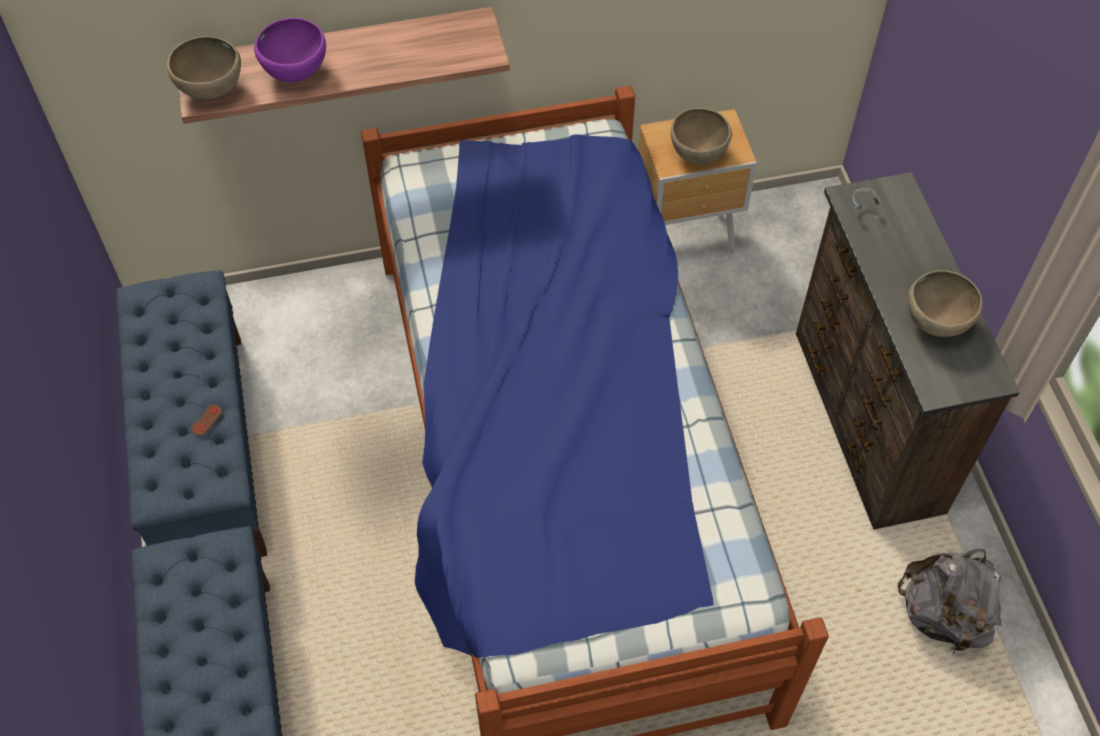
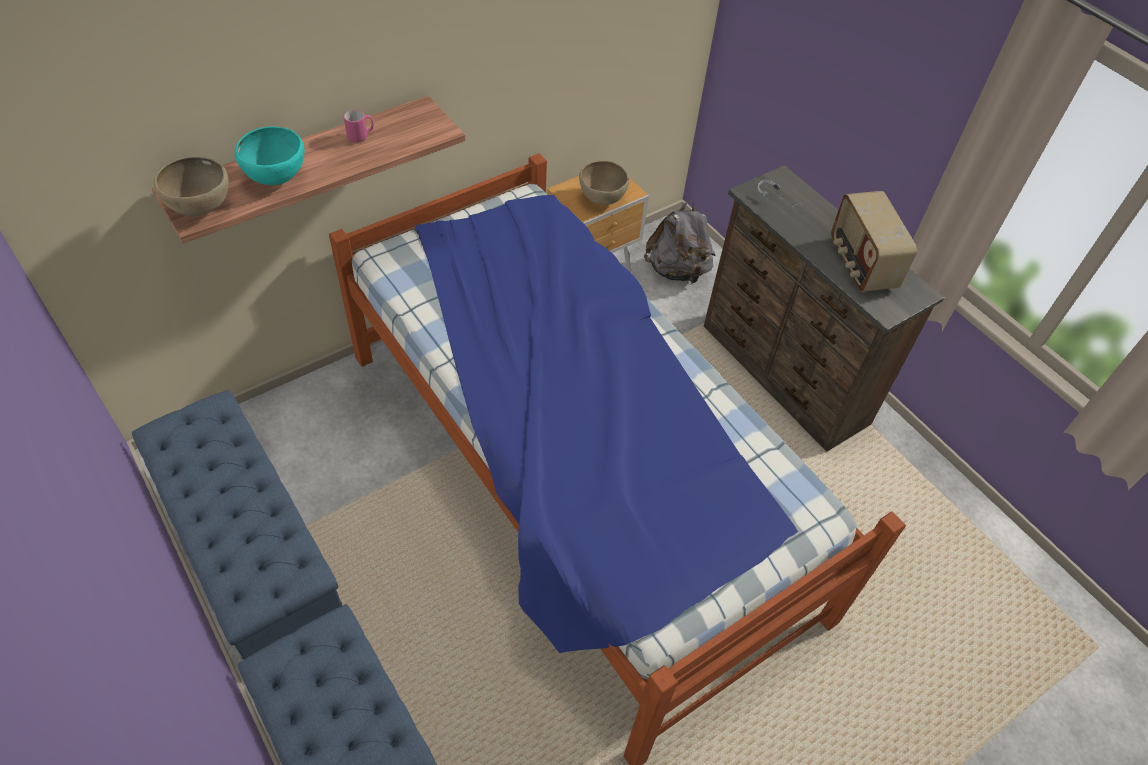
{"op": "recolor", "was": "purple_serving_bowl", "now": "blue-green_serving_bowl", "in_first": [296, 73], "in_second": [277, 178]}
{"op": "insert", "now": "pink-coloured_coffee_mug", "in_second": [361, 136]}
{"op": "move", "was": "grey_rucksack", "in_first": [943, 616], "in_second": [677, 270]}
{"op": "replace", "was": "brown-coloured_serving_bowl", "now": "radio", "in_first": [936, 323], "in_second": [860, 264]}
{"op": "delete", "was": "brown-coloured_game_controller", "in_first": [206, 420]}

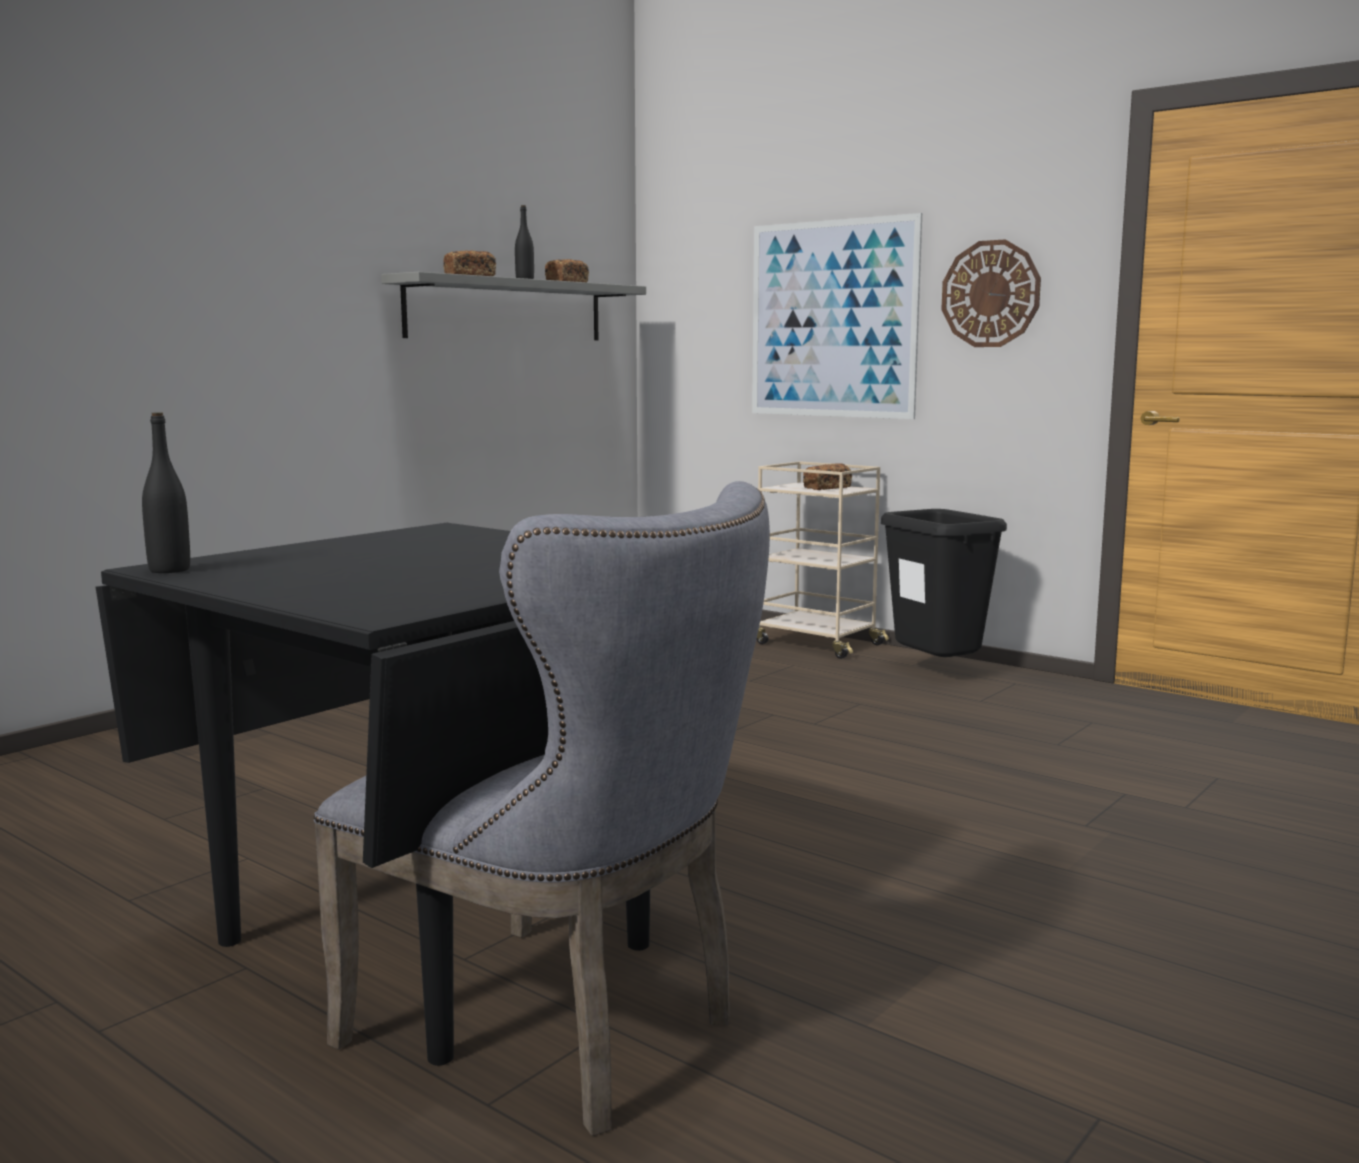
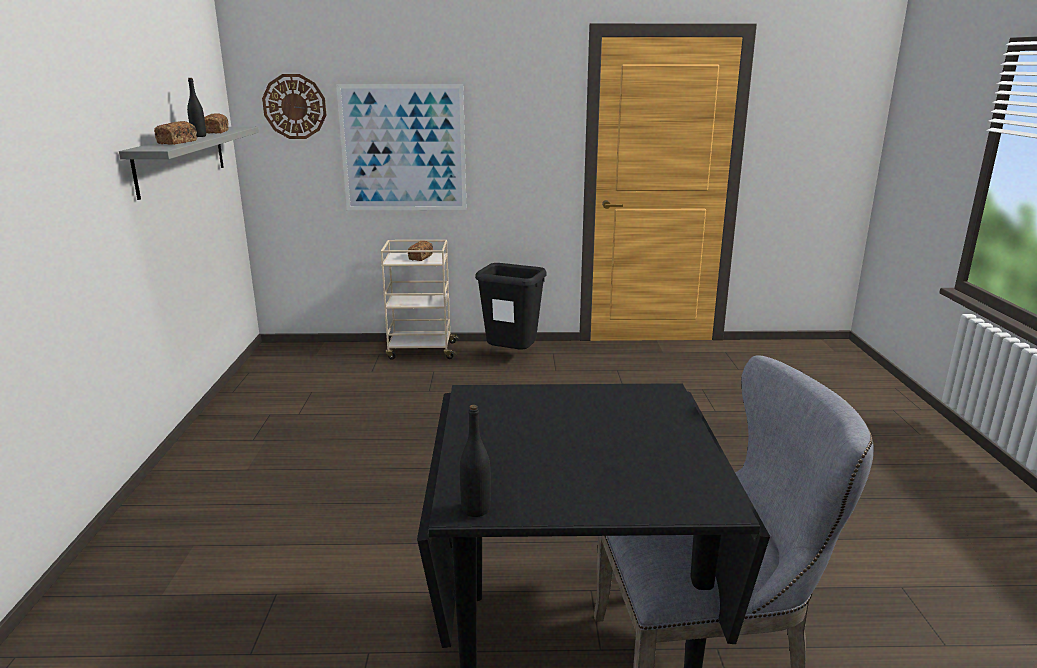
{"op": "move", "was": "hanging_clock", "in_first": [990, 294], "in_second": [294, 106]}

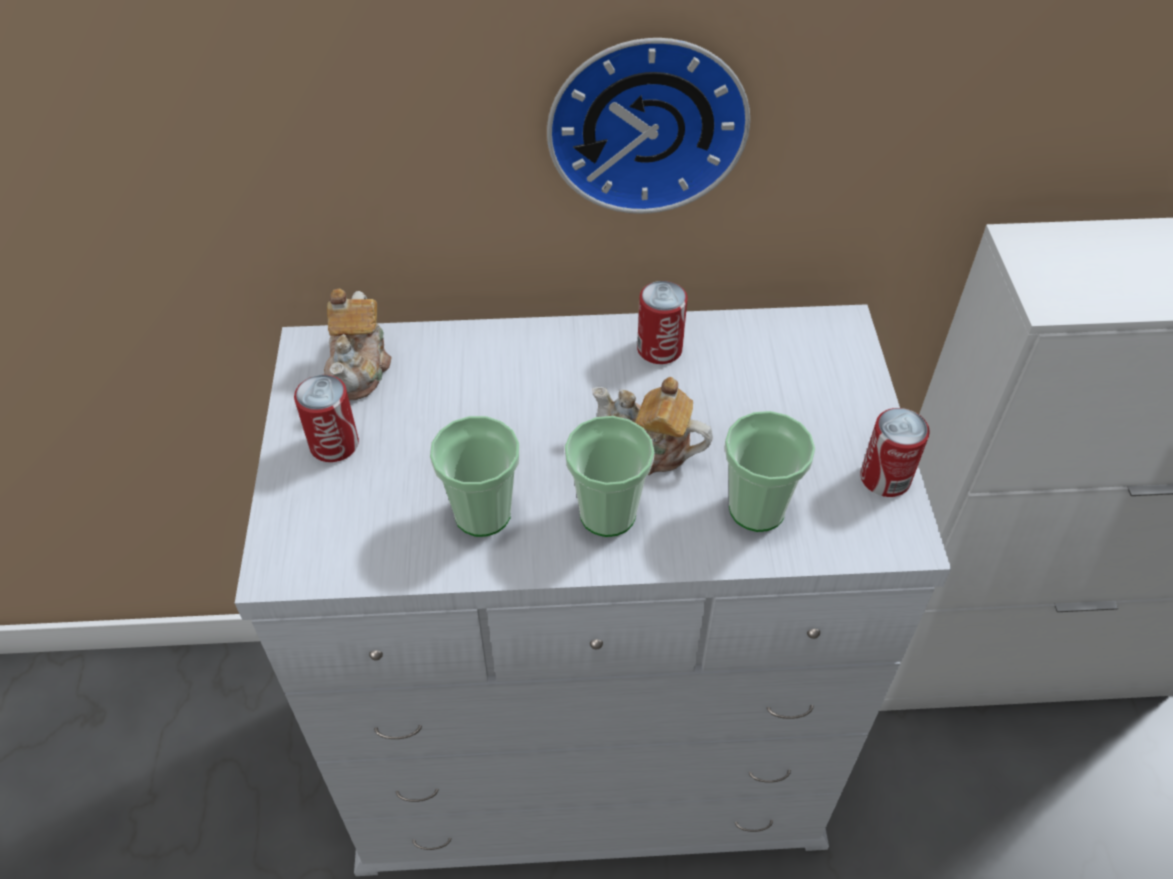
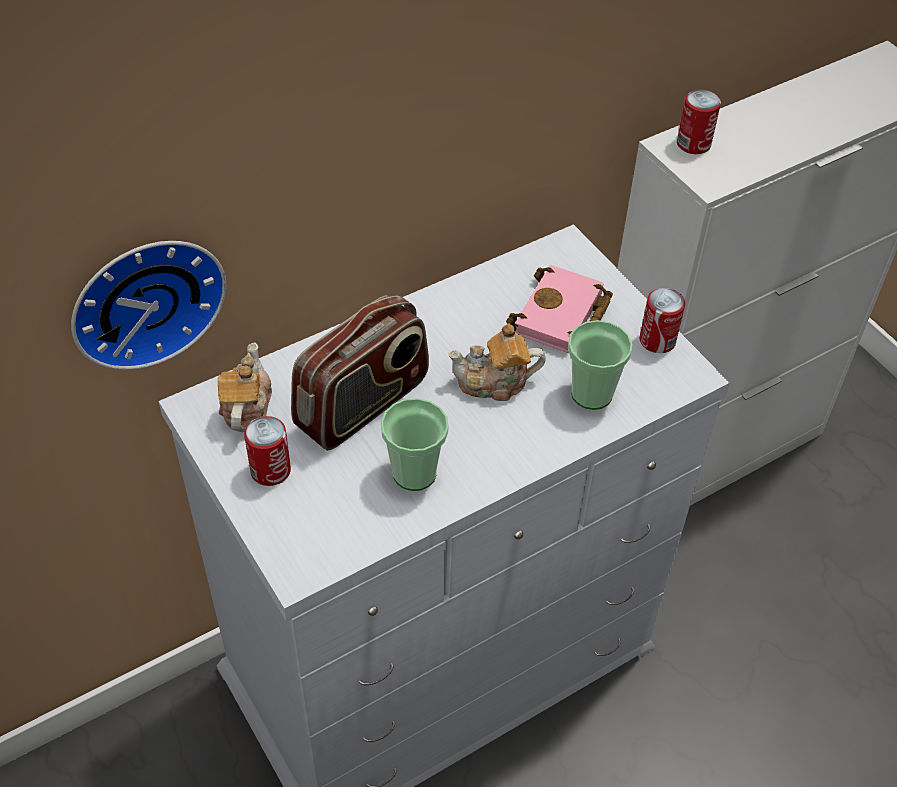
{"op": "move", "was": "hanging_clock", "in_first": [646, 121], "in_second": [145, 298]}
{"op": "rotate", "was": "teapot", "in_first": [360, 367], "in_second": [246, 407], "clockwise": -150}
{"op": "insert", "now": "radio", "in_second": [363, 404]}
{"op": "insert", "now": "pink-coloured_book", "in_second": [561, 318]}
{"op": "move", "was": "metal_can", "in_first": [659, 349], "in_second": [693, 144]}
{"op": "delete", "was": "small_cup", "in_first": [607, 514]}

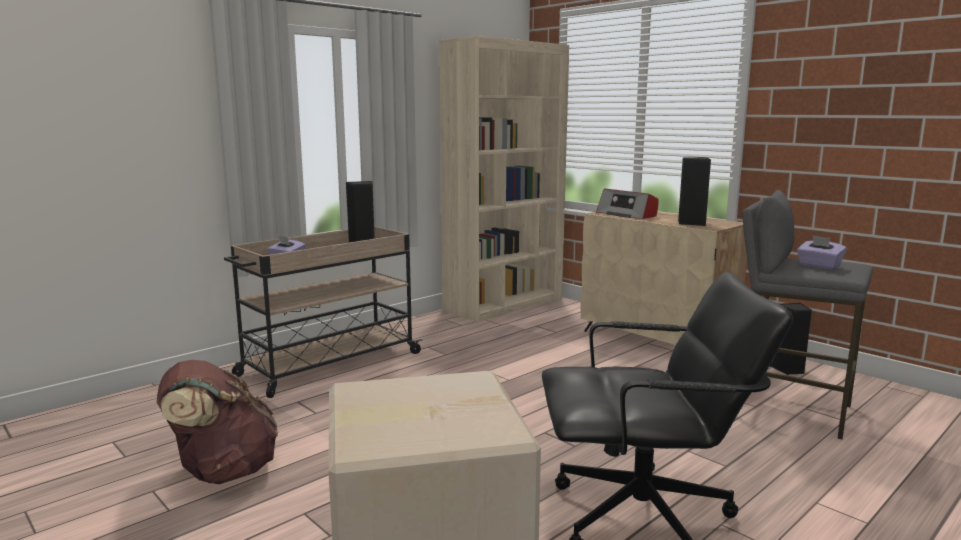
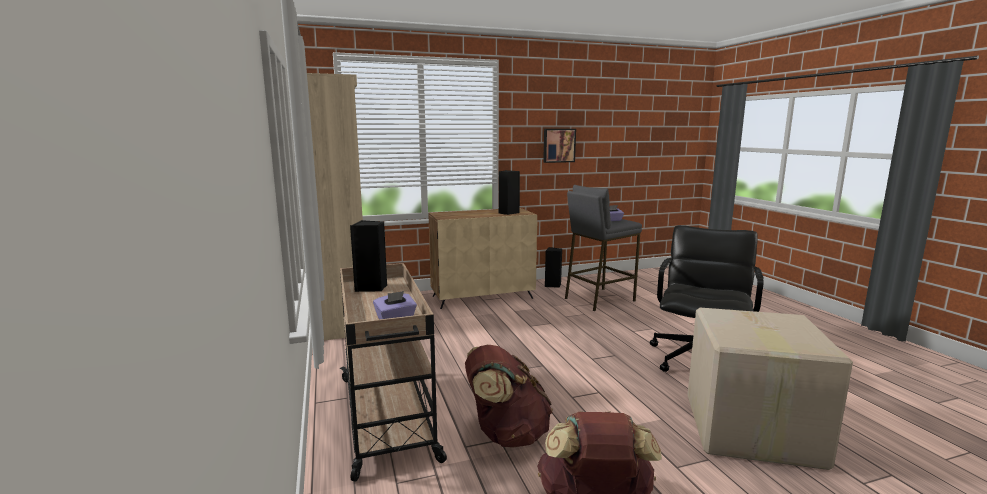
{"op": "insert", "now": "brown-coloured_rucksack", "in_second": [506, 434]}
{"op": "insert", "now": "picture", "in_second": [558, 145]}
{"op": "delete", "was": "radio", "in_first": [627, 214]}

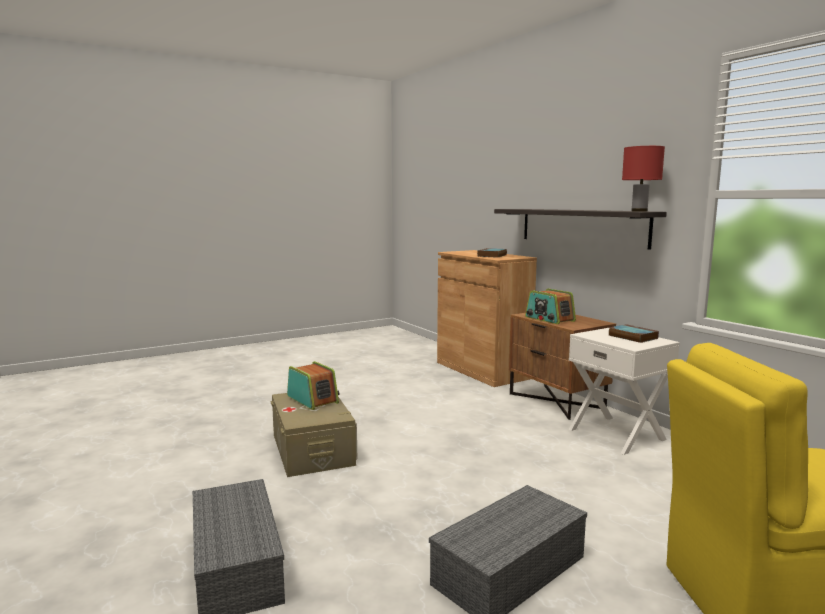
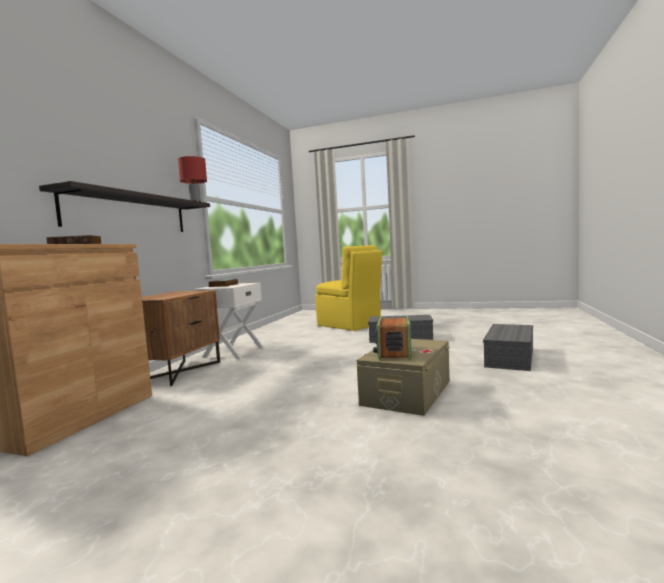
{"op": "delete", "was": "radio", "in_first": [549, 319]}

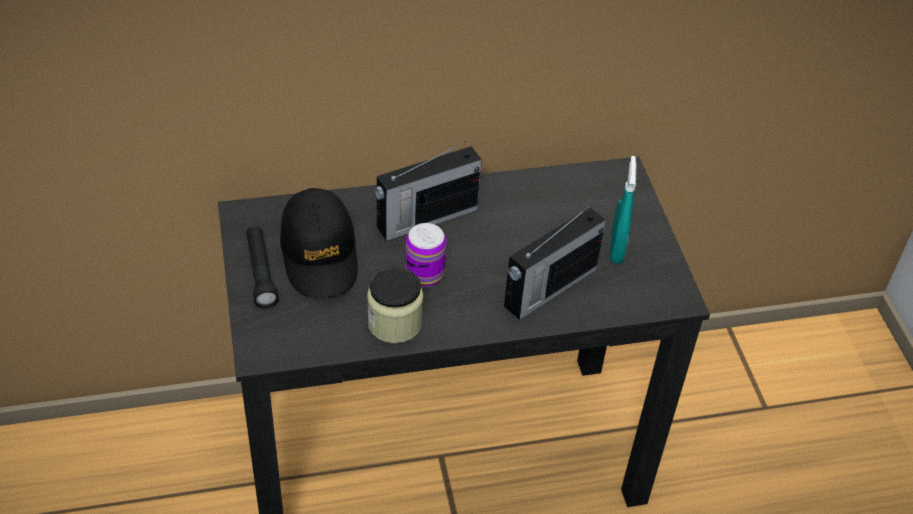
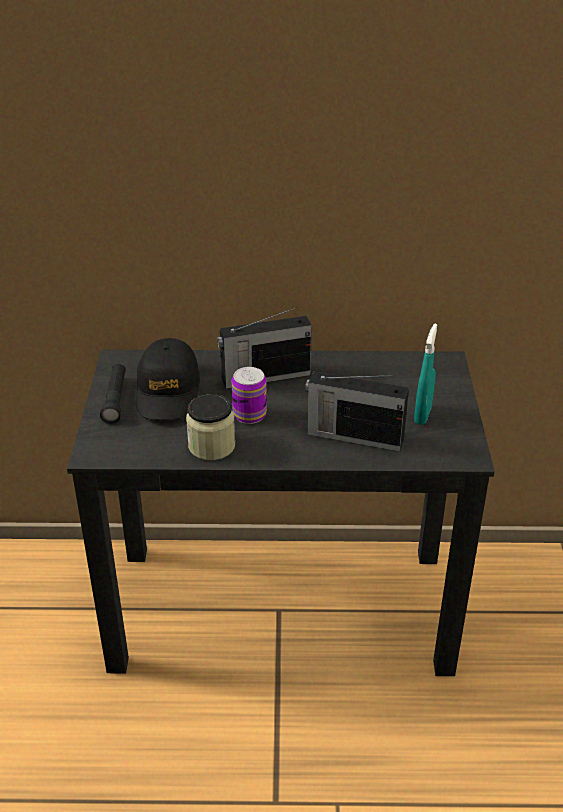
{"op": "rotate", "was": "radio", "in_first": [548, 288], "in_second": [353, 436], "clockwise": 45}

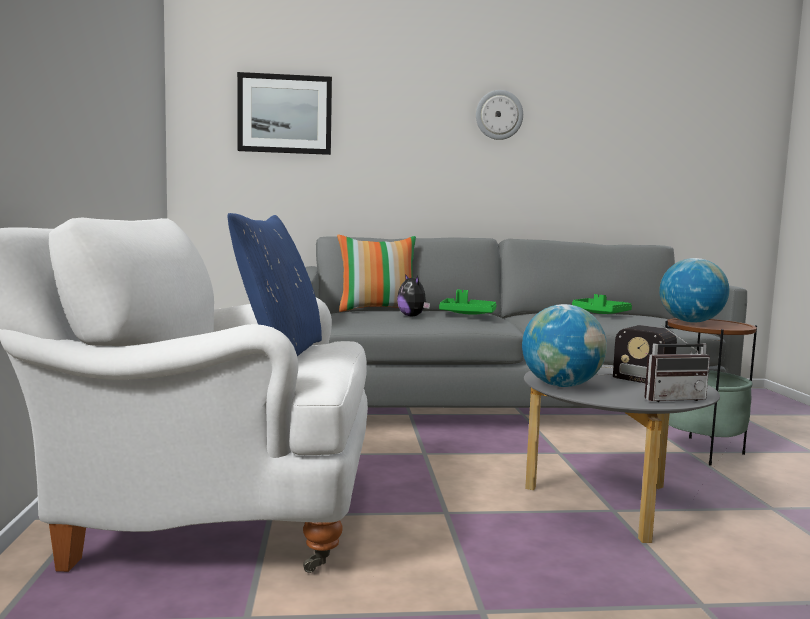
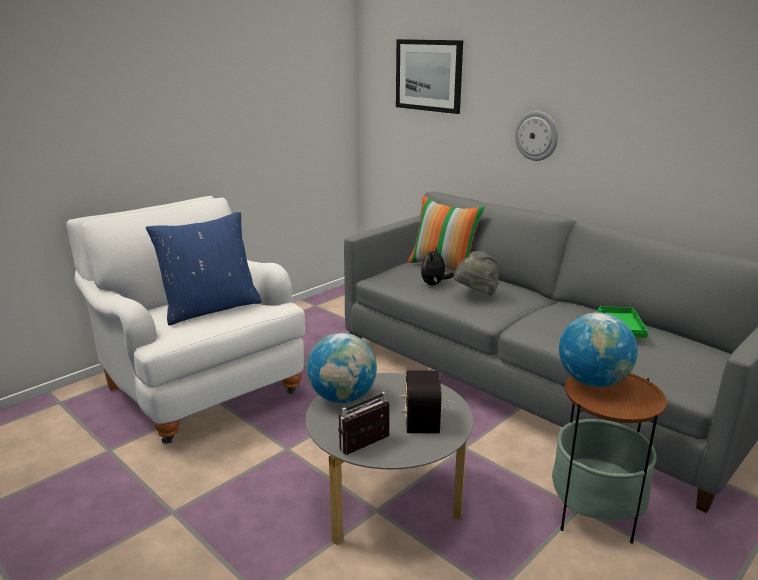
{"op": "rotate", "was": "radio", "in_first": [671, 398], "in_second": [368, 447], "clockwise": 105}
{"op": "replace", "was": "green-coloured_tray", "now": "grey_clothing_hat", "in_first": [467, 314], "in_second": [475, 295]}
{"op": "move", "was": "hanging_clock", "in_first": [499, 115], "in_second": [537, 135]}

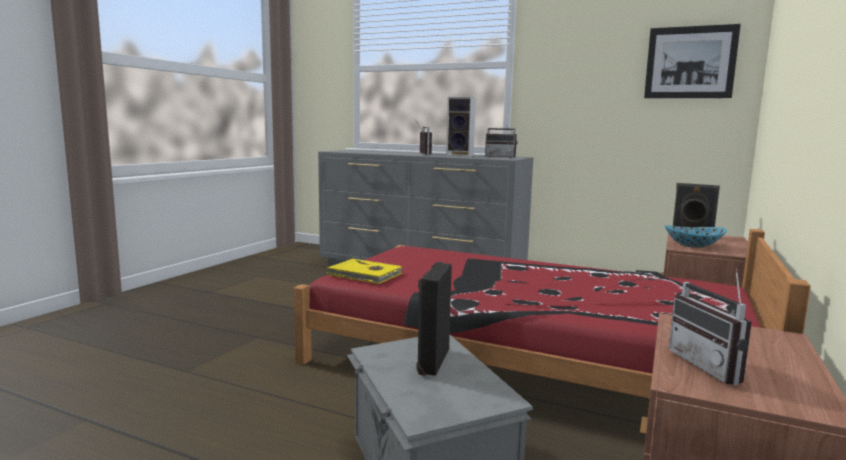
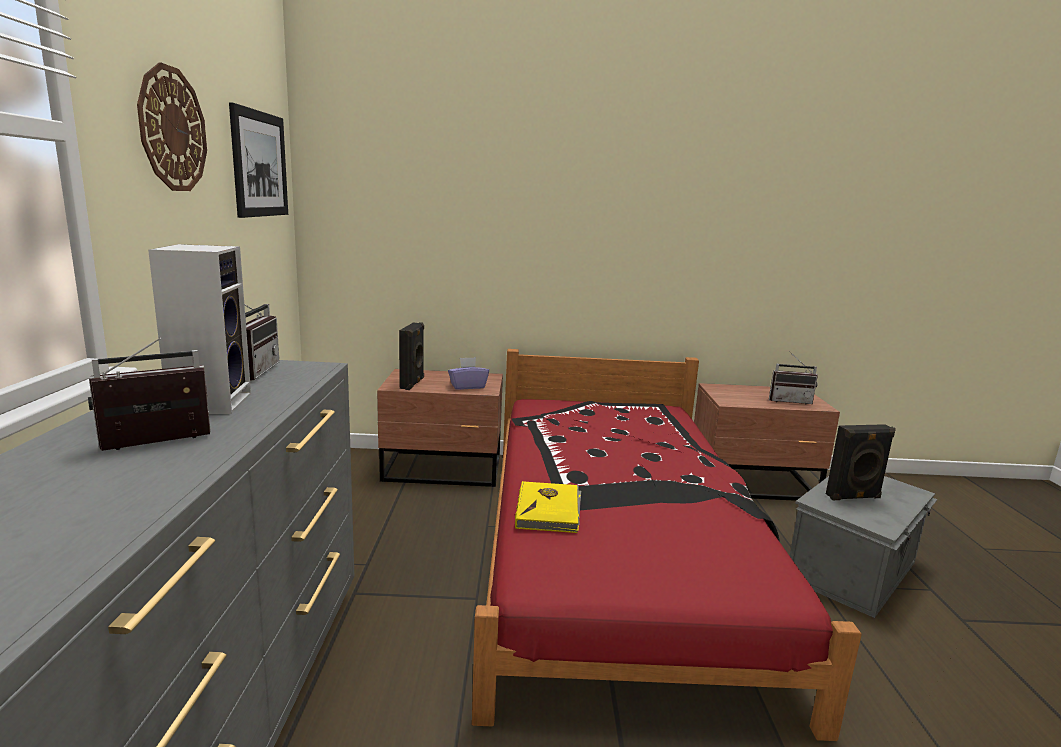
{"op": "insert", "now": "hanging_clock", "in_second": [172, 129]}
{"op": "replace", "was": "serving_bowl", "now": "purple_tissue_holder", "in_first": [692, 245], "in_second": [467, 386]}
{"op": "move", "was": "yellow-coloured_book", "in_first": [364, 275], "in_second": [549, 510]}
{"op": "rotate", "was": "radio", "in_first": [713, 367], "in_second": [789, 401], "clockwise": 45}

